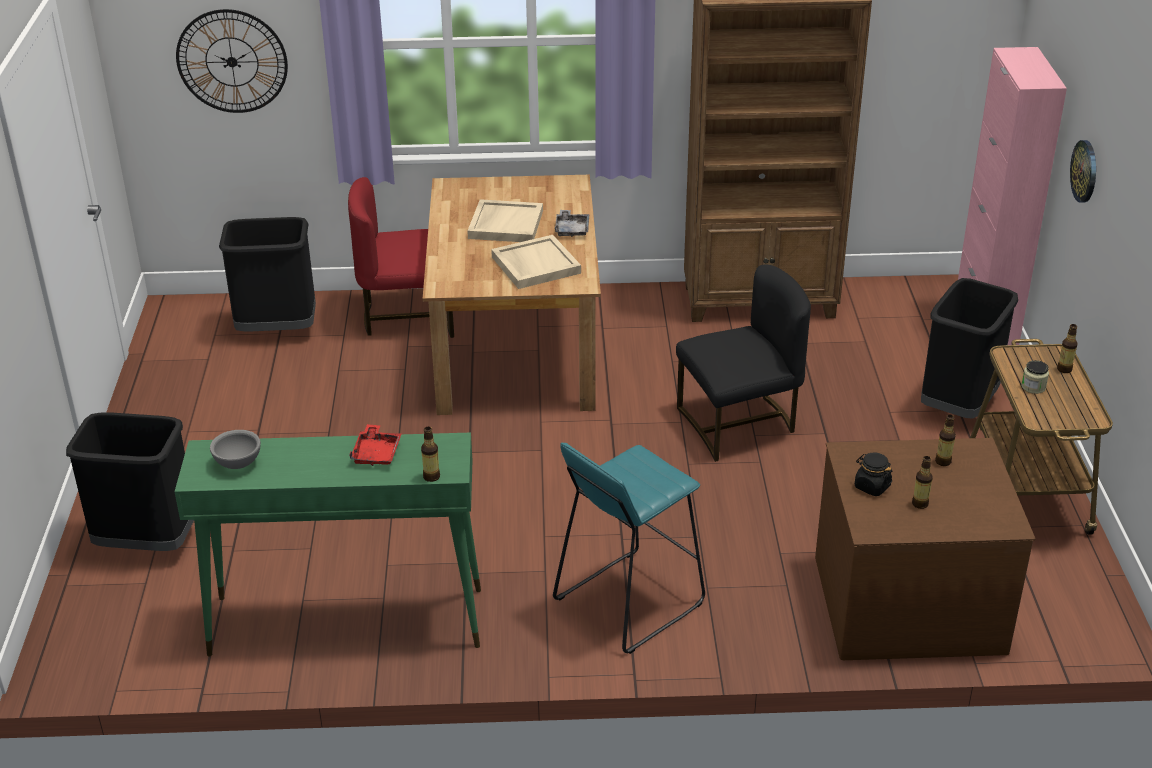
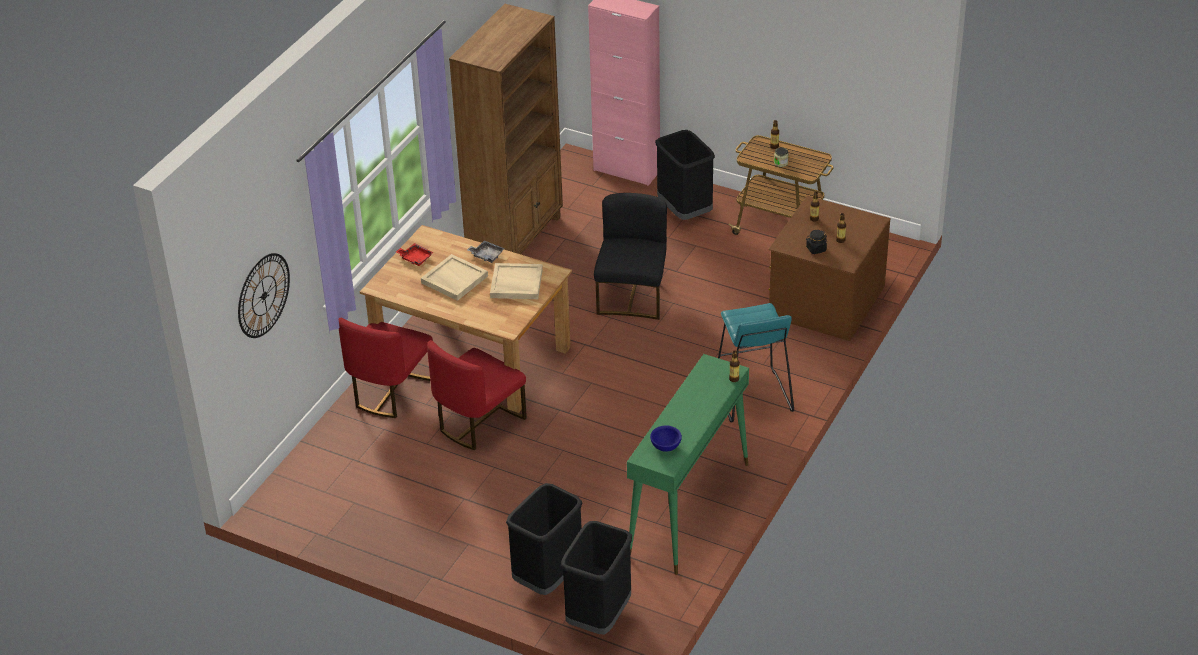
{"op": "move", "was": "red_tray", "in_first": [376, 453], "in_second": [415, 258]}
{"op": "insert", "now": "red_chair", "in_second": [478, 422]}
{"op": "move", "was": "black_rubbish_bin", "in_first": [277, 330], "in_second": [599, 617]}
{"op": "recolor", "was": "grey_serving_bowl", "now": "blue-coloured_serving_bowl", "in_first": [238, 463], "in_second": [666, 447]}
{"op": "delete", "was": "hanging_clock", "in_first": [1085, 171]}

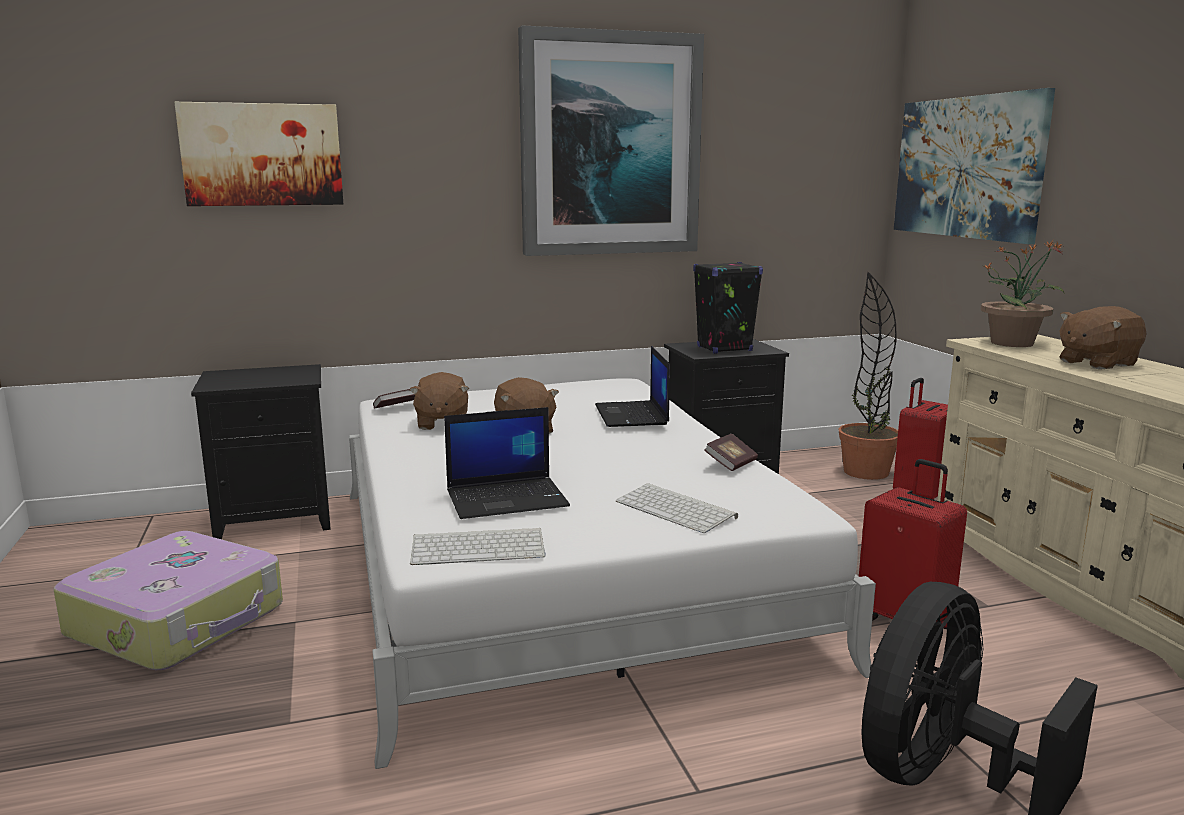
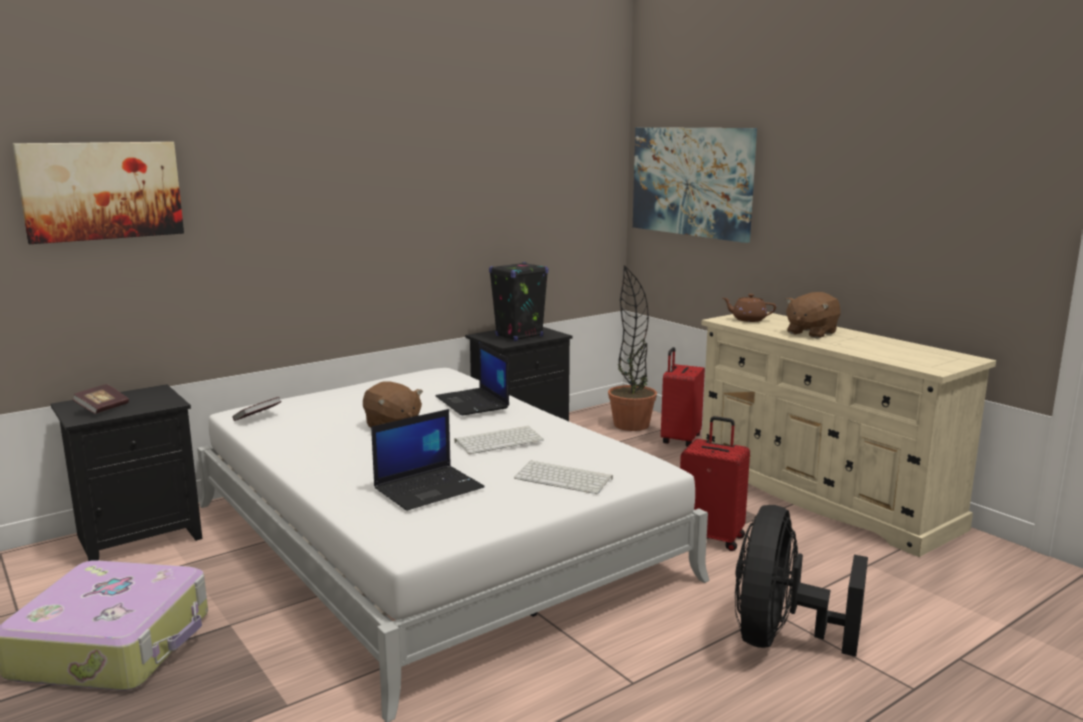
{"op": "move", "was": "book", "in_first": [731, 464], "in_second": [102, 409]}
{"op": "move", "was": "keyboard", "in_first": [480, 547], "in_second": [499, 440]}
{"op": "replace", "was": "houseplant", "now": "brown-coloured_teapot", "in_first": [1013, 343], "in_second": [748, 319]}
{"op": "delete", "was": "brown-coloured_plush_toy", "in_first": [441, 423]}
{"op": "delete", "was": "picture", "in_first": [610, 145]}

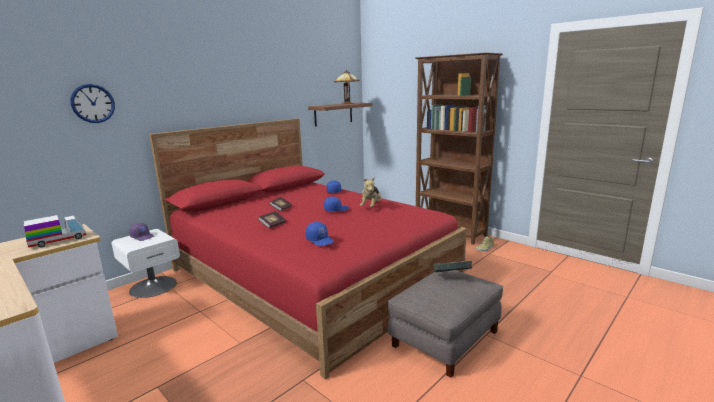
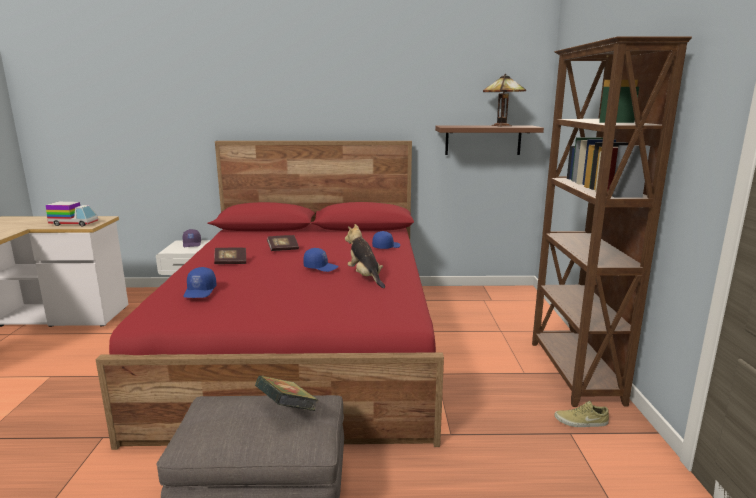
{"op": "rotate", "was": "plush_toy", "in_first": [371, 206], "in_second": [365, 277], "clockwise": 90}
{"op": "delete", "was": "hanging_clock", "in_first": [93, 103]}

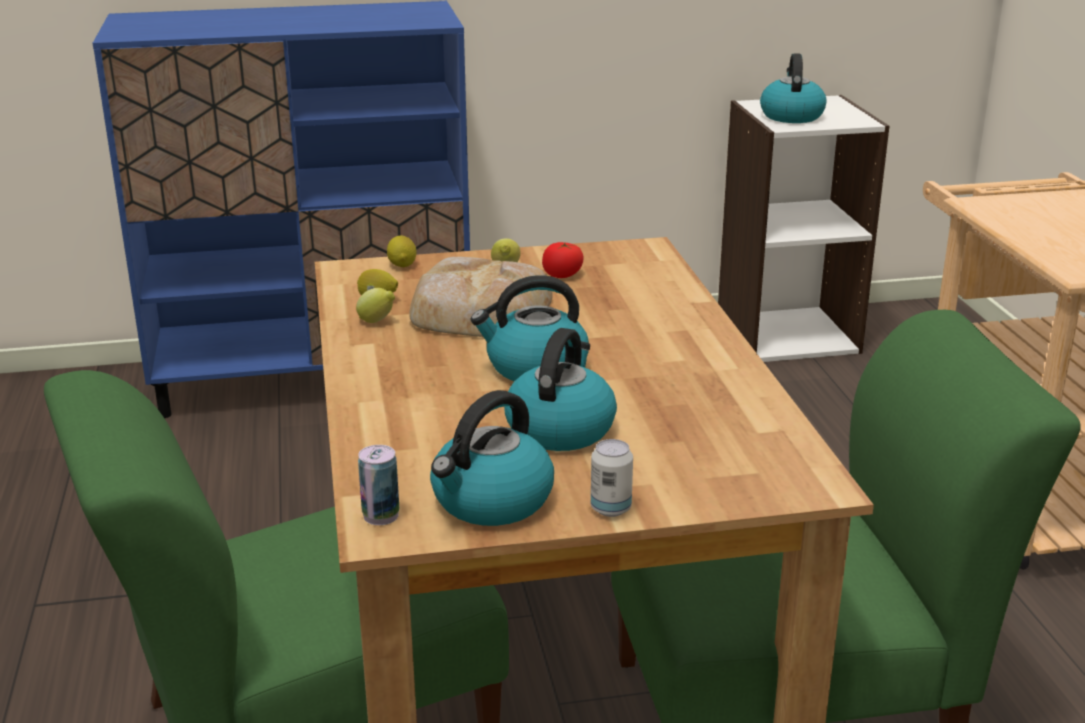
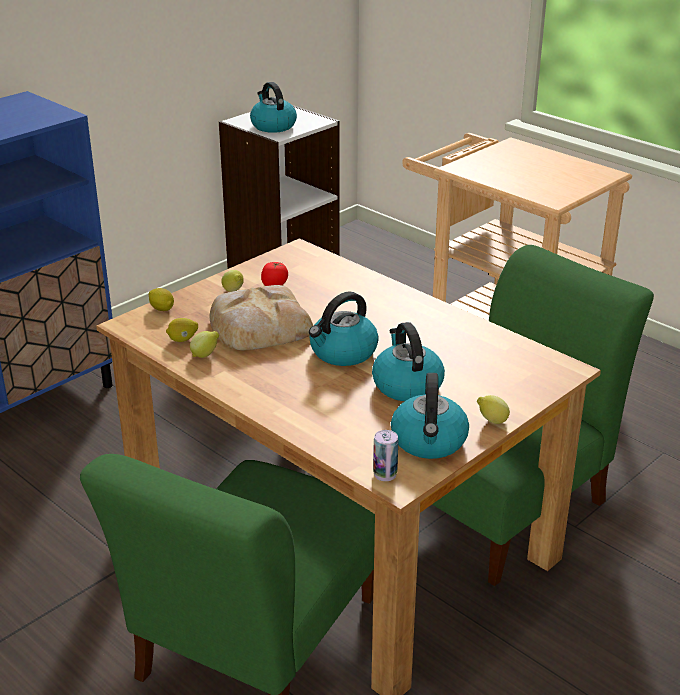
{"op": "replace", "was": "metal_can", "now": "whole_lemon", "in_first": [610, 508], "in_second": [491, 421]}

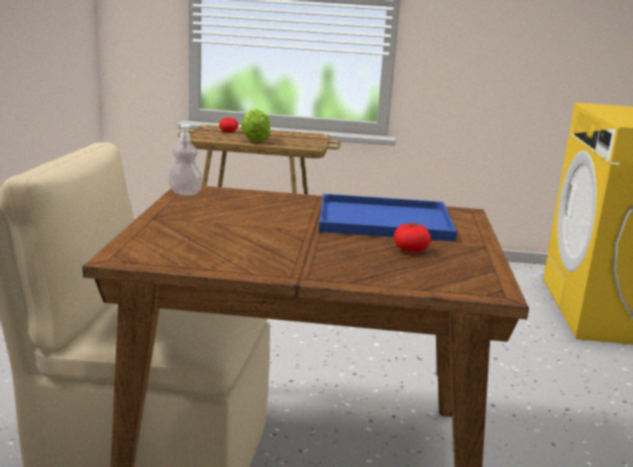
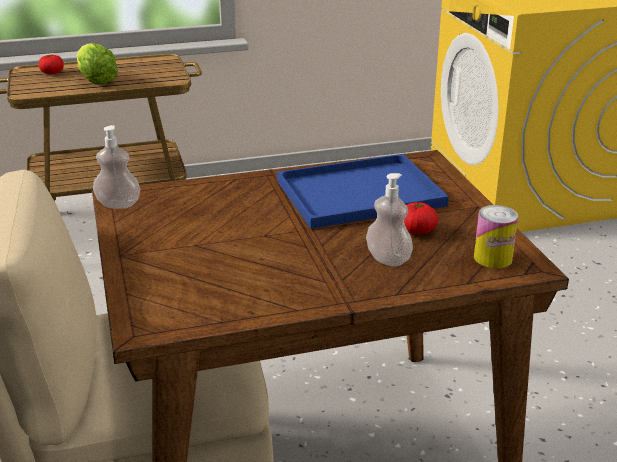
{"op": "insert", "now": "soap_dispenser", "in_second": [388, 259]}
{"op": "insert", "now": "metal_can", "in_second": [493, 258]}

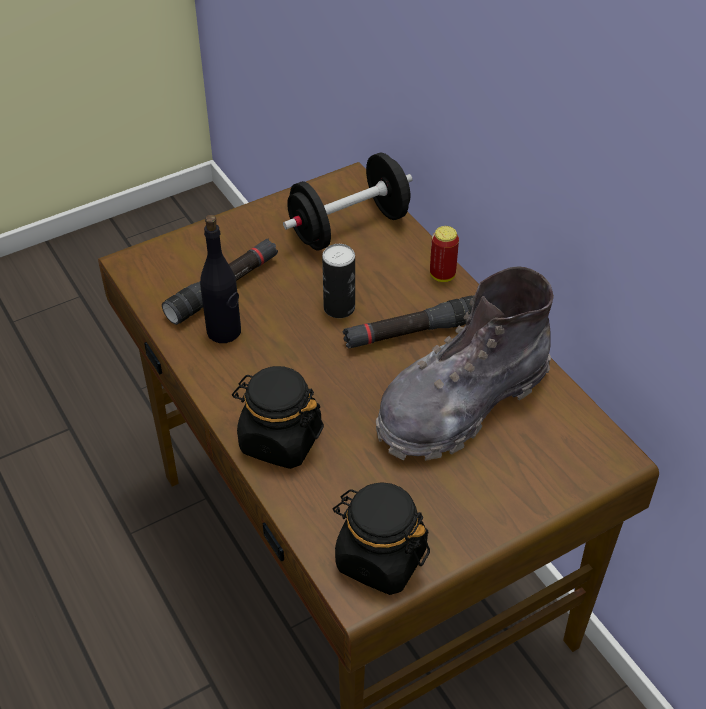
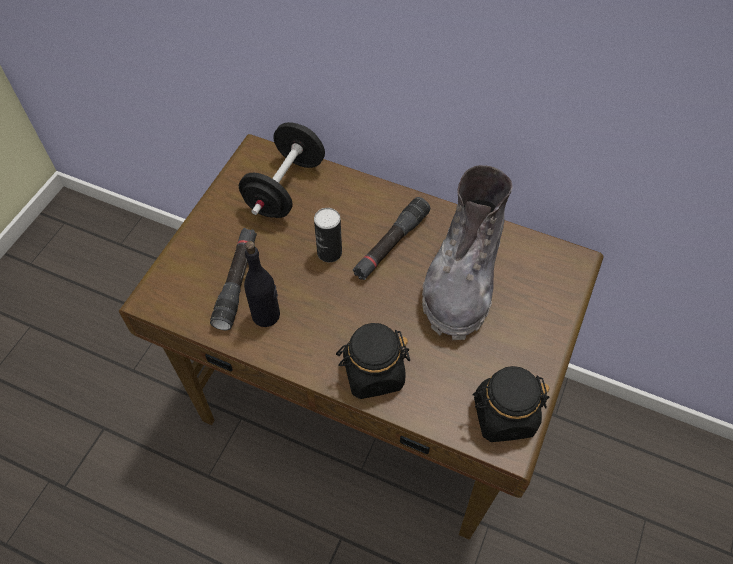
{"op": "delete", "was": "metal_can", "in_first": [442, 275]}

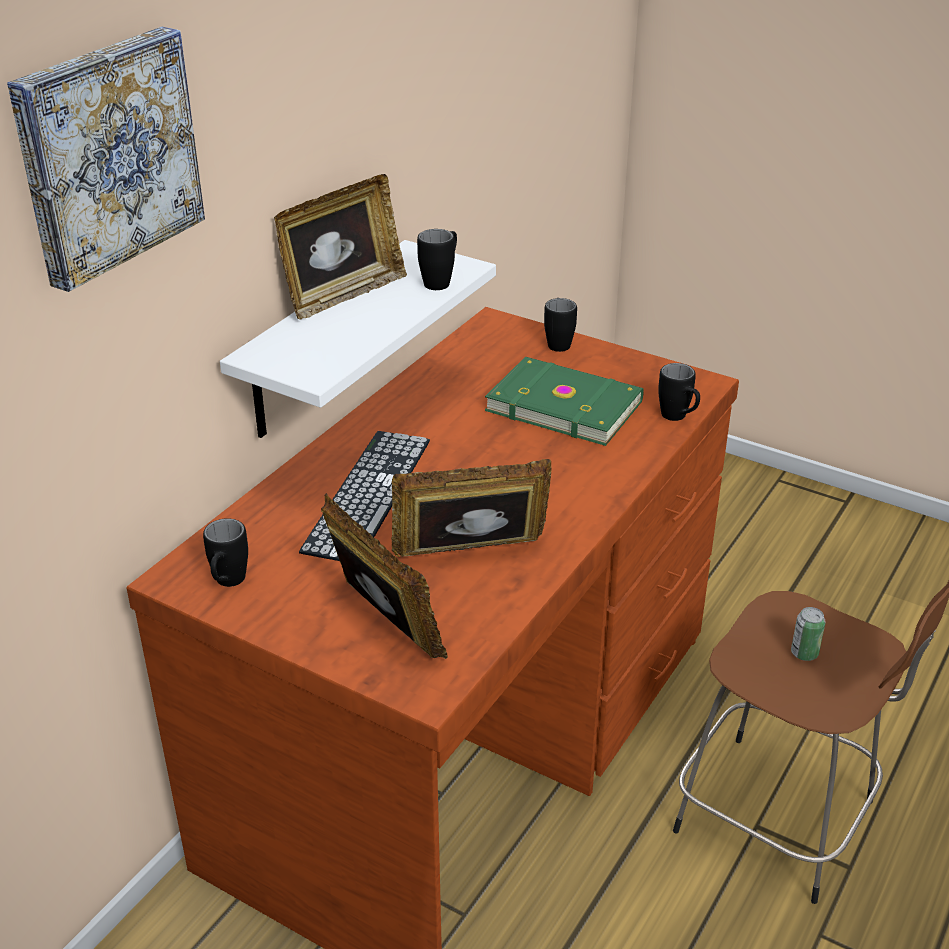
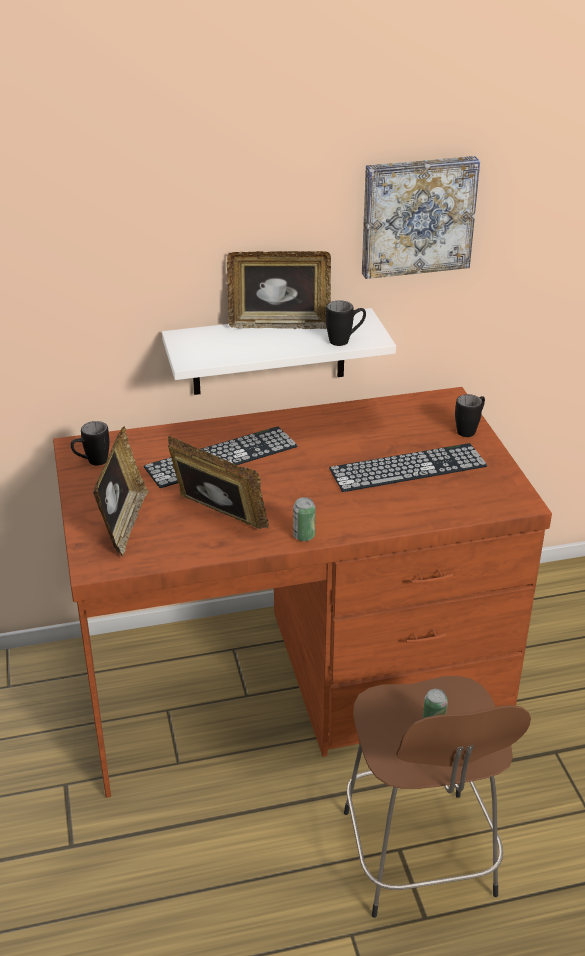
{"op": "insert", "now": "metal_can", "in_second": [304, 536]}
{"op": "replace", "was": "green-coloured_book", "now": "keyboard", "in_first": [564, 404], "in_second": [408, 467]}
{"op": "move", "was": "picture", "in_first": [106, 155], "in_second": [417, 215]}
{"op": "delete", "was": "black_coffee_mug", "in_first": [678, 418]}

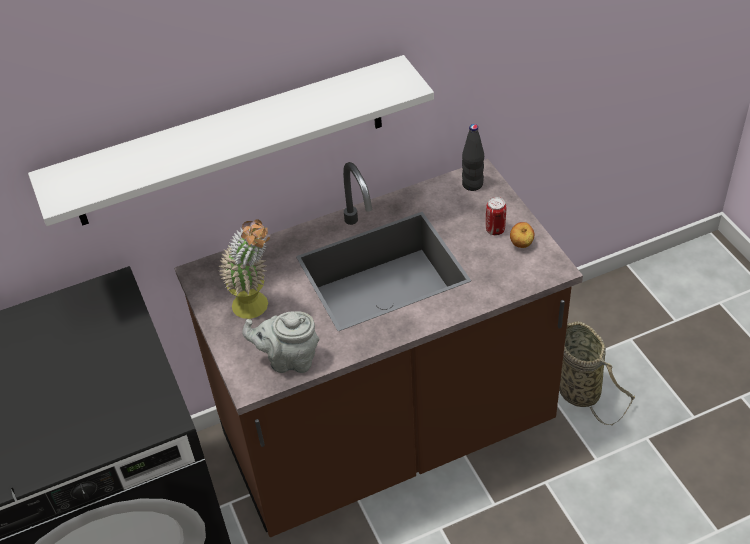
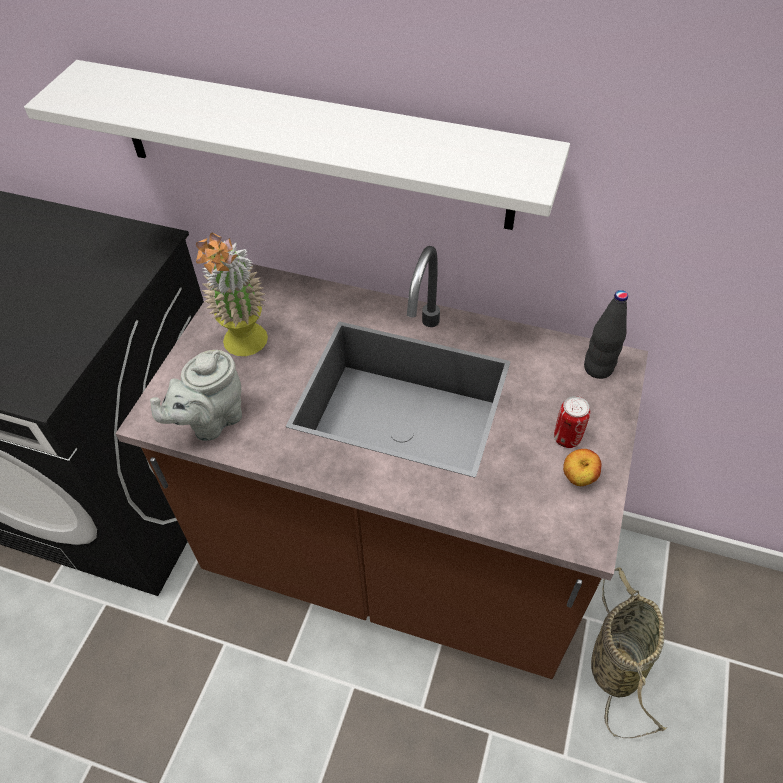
{"op": "rotate", "was": "grey_teapot", "in_first": [289, 360], "in_second": [211, 421], "clockwise": -90}

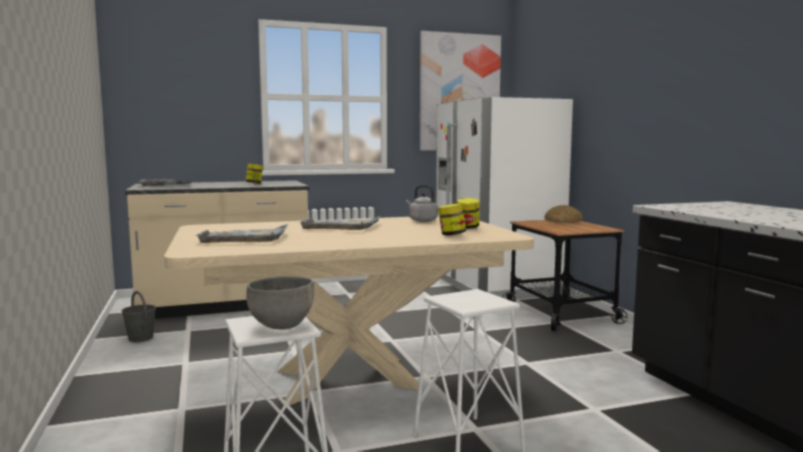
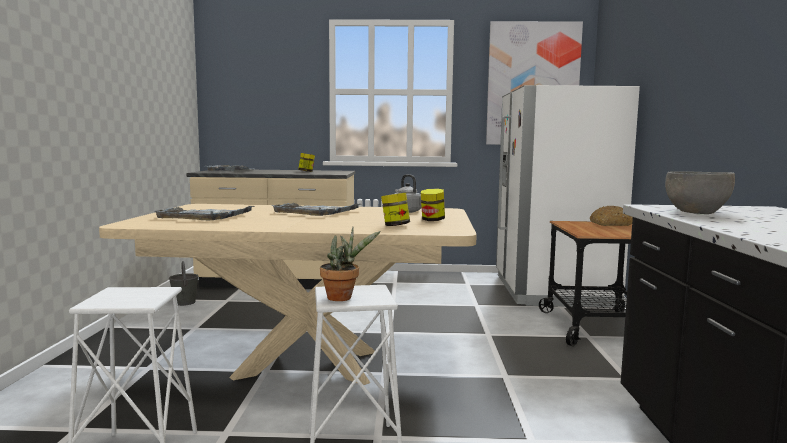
{"op": "insert", "now": "houseplant", "in_second": [343, 298]}
{"op": "move", "was": "grey_serving_bowl", "in_first": [282, 325], "in_second": [696, 213]}

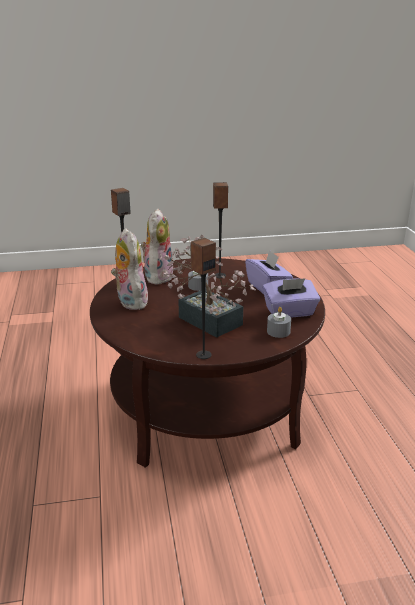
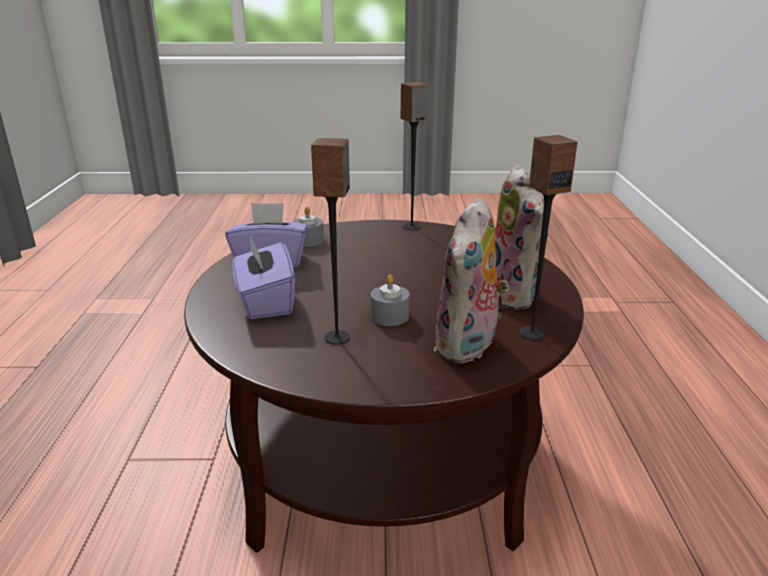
{"op": "delete", "was": "houseplant", "in_first": [205, 318]}

